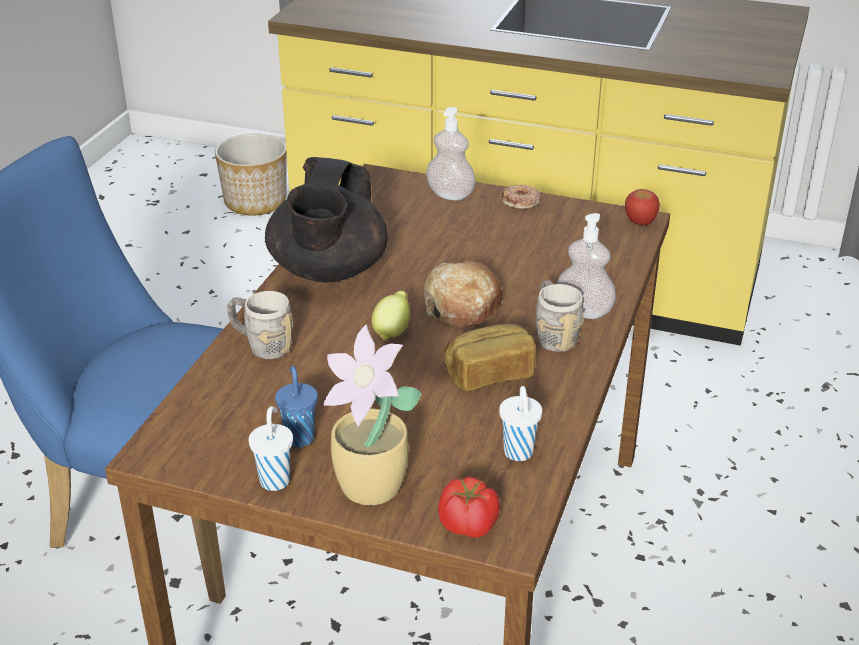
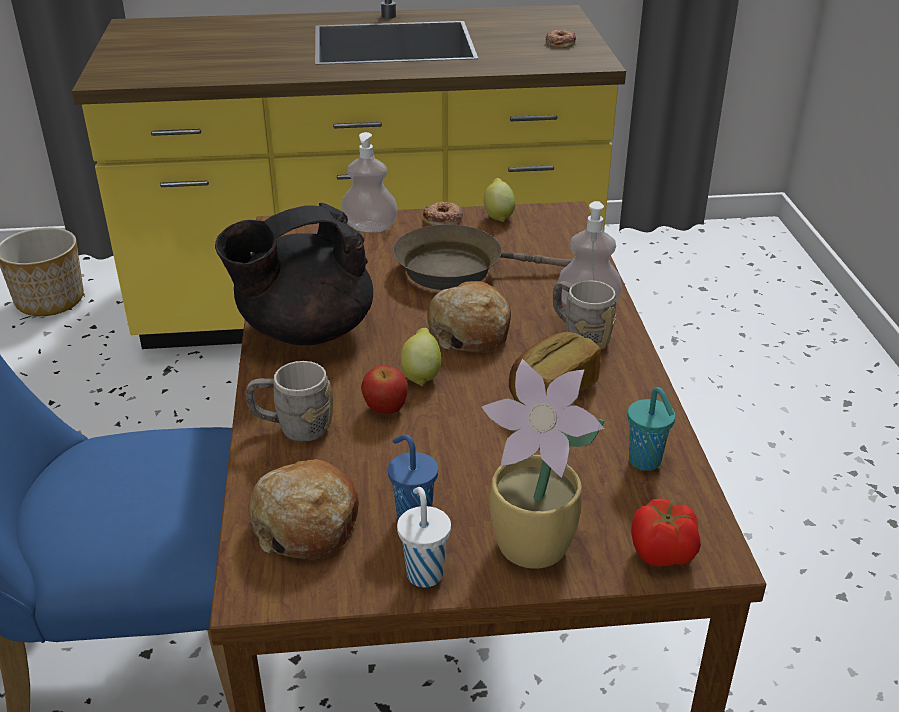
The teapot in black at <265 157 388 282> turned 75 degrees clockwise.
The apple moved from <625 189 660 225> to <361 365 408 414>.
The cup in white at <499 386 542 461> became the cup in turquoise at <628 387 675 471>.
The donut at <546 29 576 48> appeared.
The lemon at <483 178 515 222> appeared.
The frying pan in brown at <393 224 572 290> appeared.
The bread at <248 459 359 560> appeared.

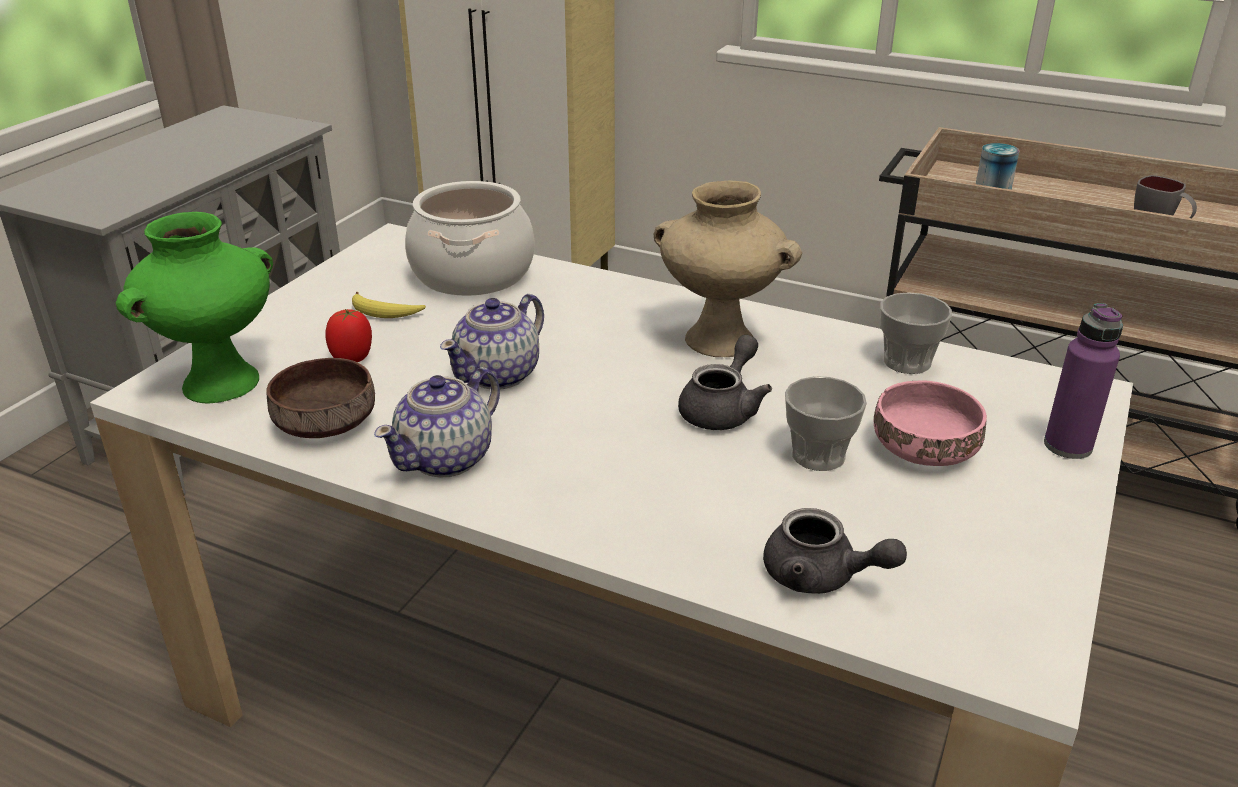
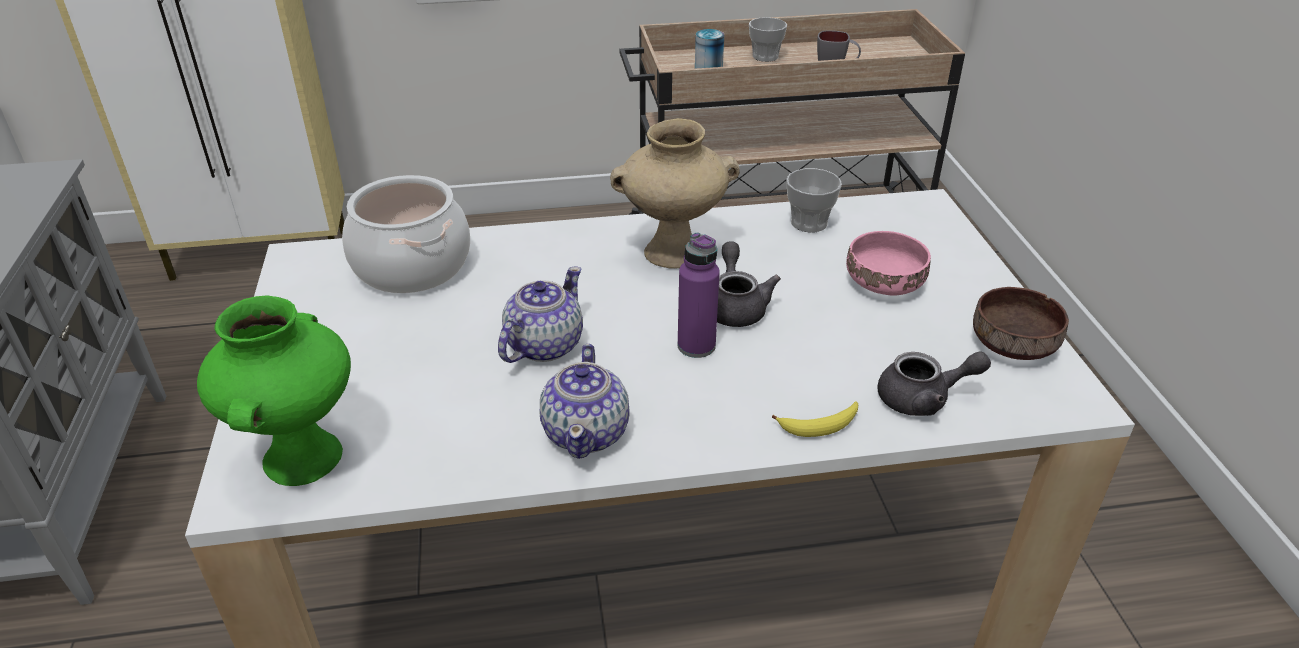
The banana moved from <352 292 426 318> to <772 402 858 437>.
The teapot at <440 294 544 389> turned 150 degrees counterclockwise.
The bottle in purple moved from <1044 303 1123 459> to <678 232 720 358>.
The tomato at <325 309 372 362> disappeared.
The bowl in brown moved from <266 358 375 438> to <973 287 1069 360>.
The cup moved from <785 376 867 471> to <749 17 787 62>.

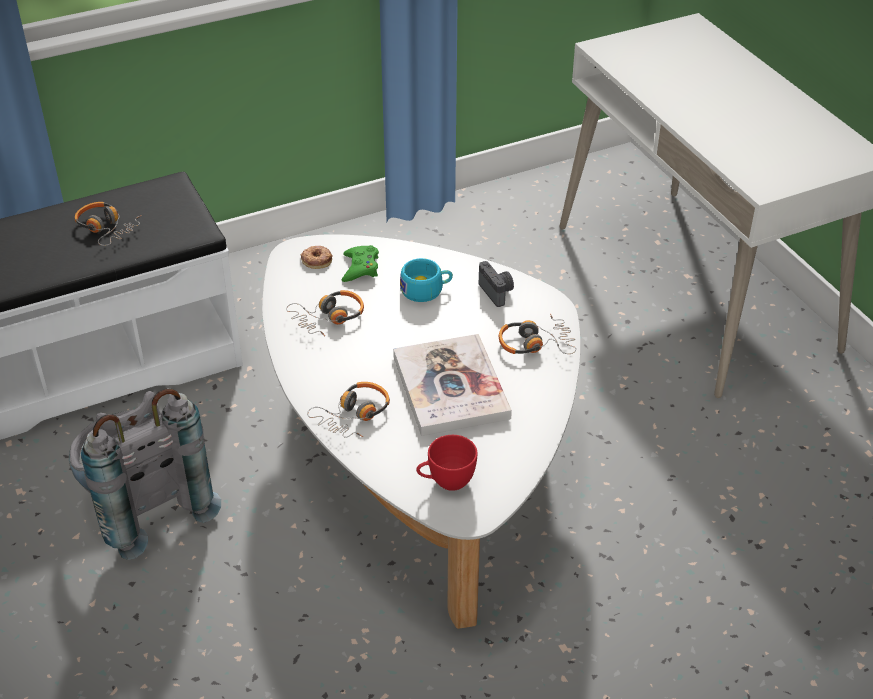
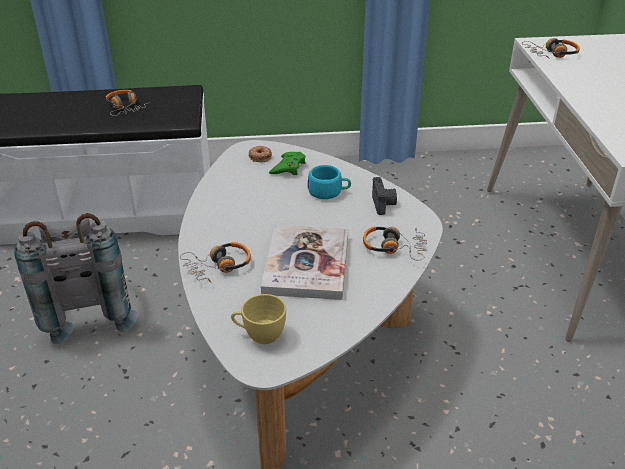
The headphones moved from <286 290 364 336> to <522 38 580 59>.
The cup in red at <416 435 478 491> became the cup in yellow at <231 294 286 344>.

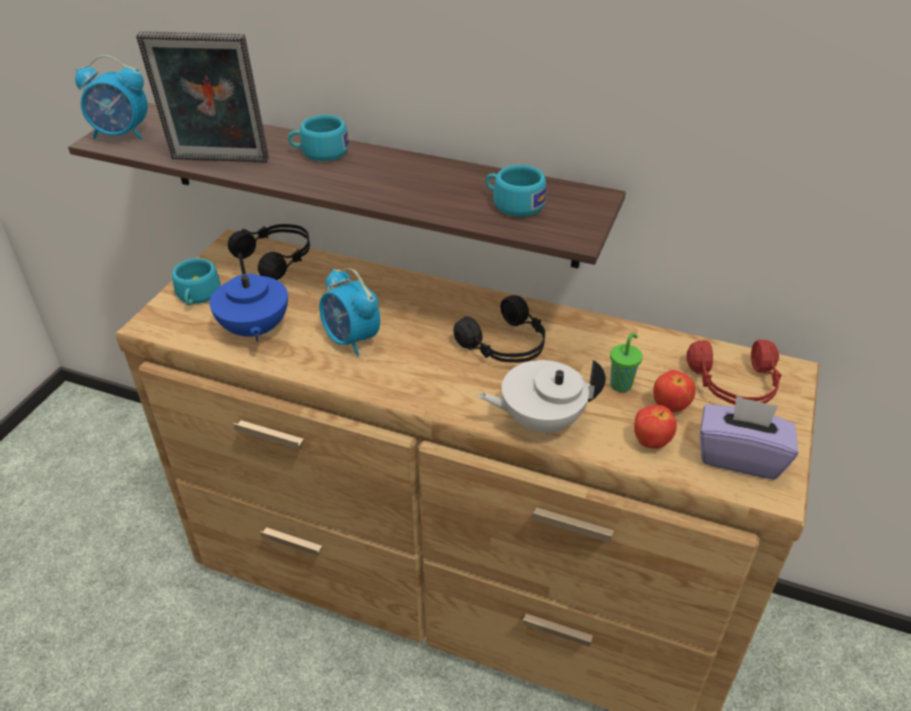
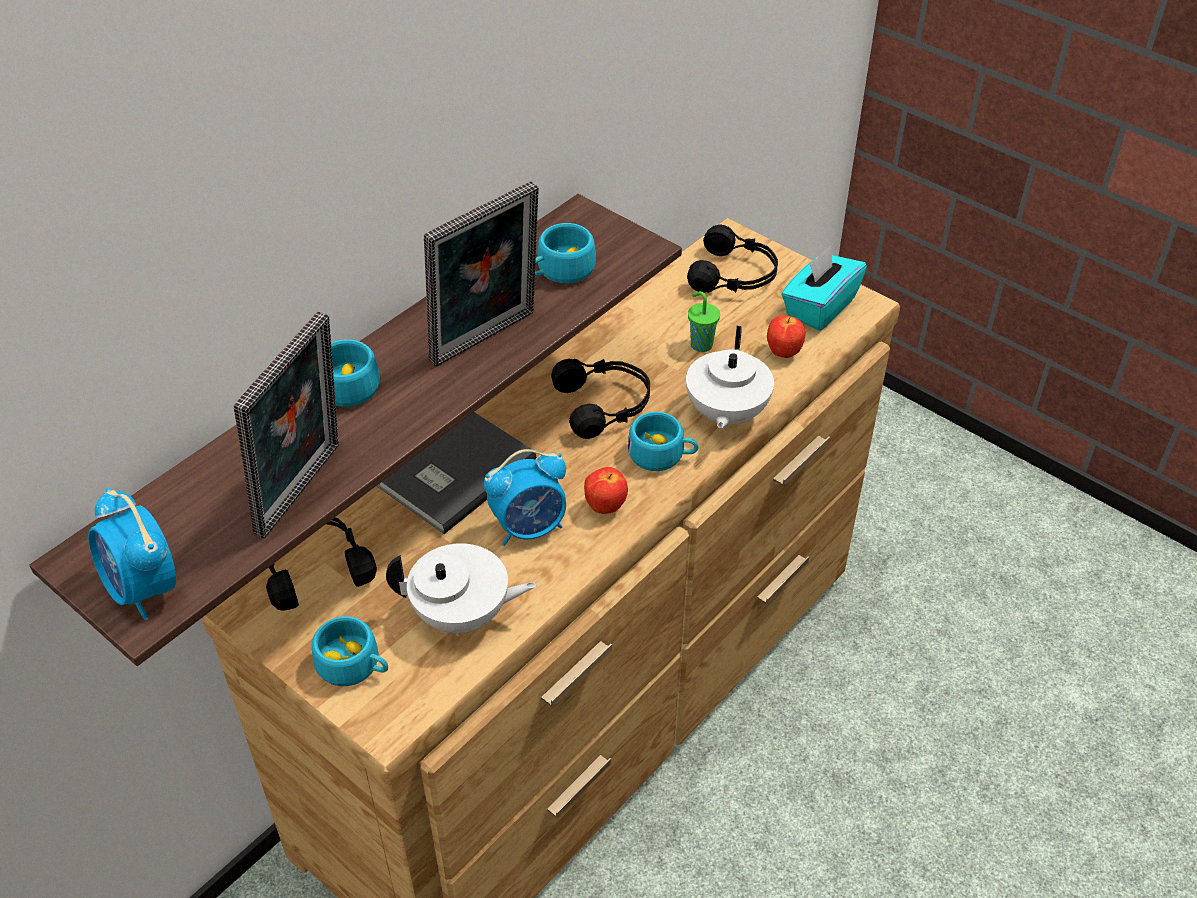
The alarm clock at <75 55 148 139> turned 120 degrees clockwise.
The teapot in blue at <210 253 288 342> became the teapot in white at <386 543 537 636>.
The headphones in red at <686 340 782 405> became the headphones in black at <687 224 778 293>.
The apple moved from <653 370 695 412> to <584 467 628 514>.
The tissue box in purple at <700 396 798 479> became the tissue box in turquoise at <781 246 867 331>.
The picture frame at <424 181 539 367> appeared.
The book in grey at <377 412 536 534> appeared.
The cup in turquoise at <628 412 699 471> appeared.

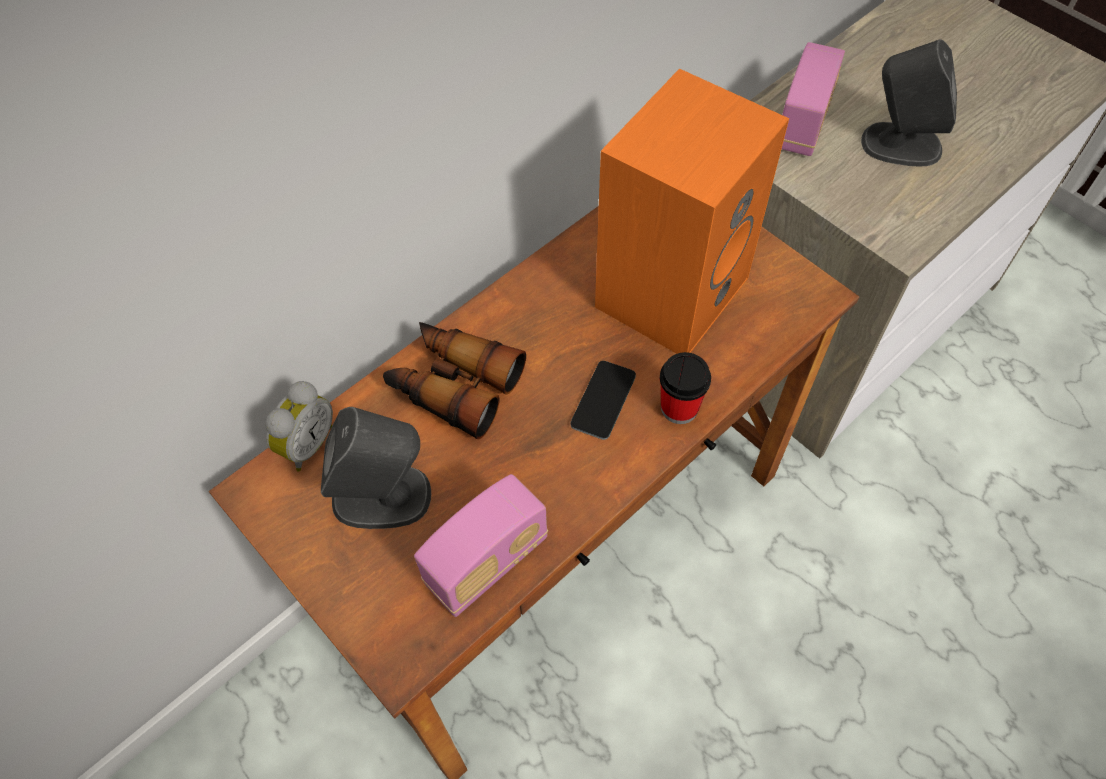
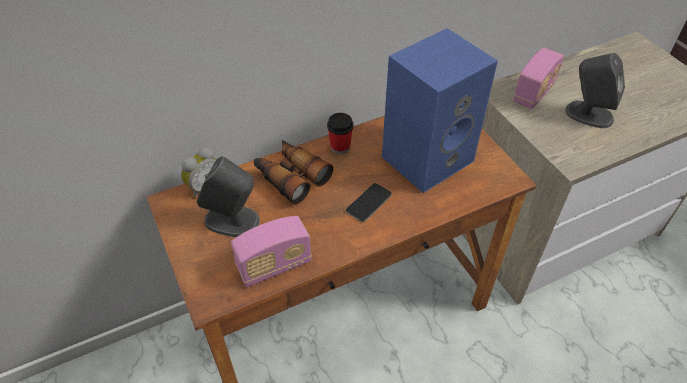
The speaker in orange at <595 68 789 354> became the speaker in blue at <382 28 498 193>.
The cup moved from <660 352 711 424> to <327 113 353 154>.

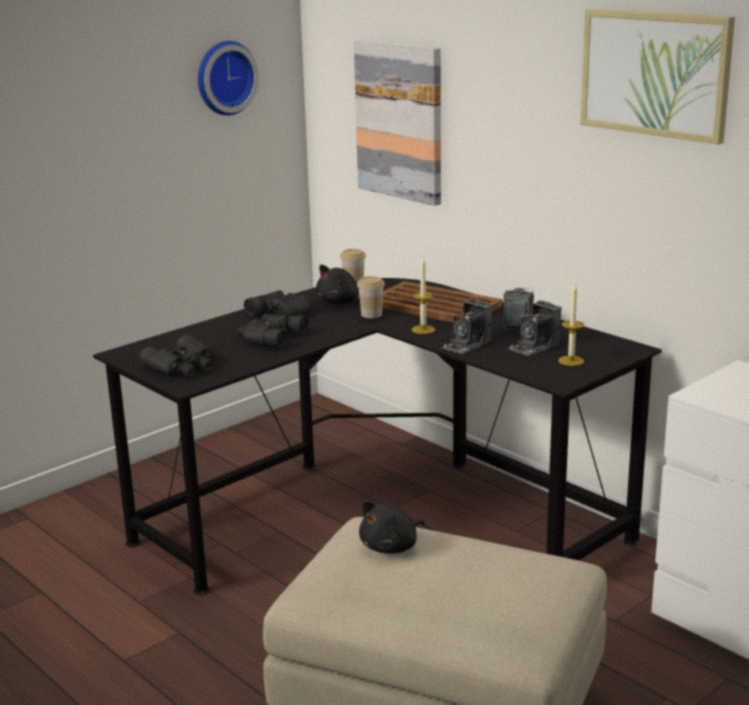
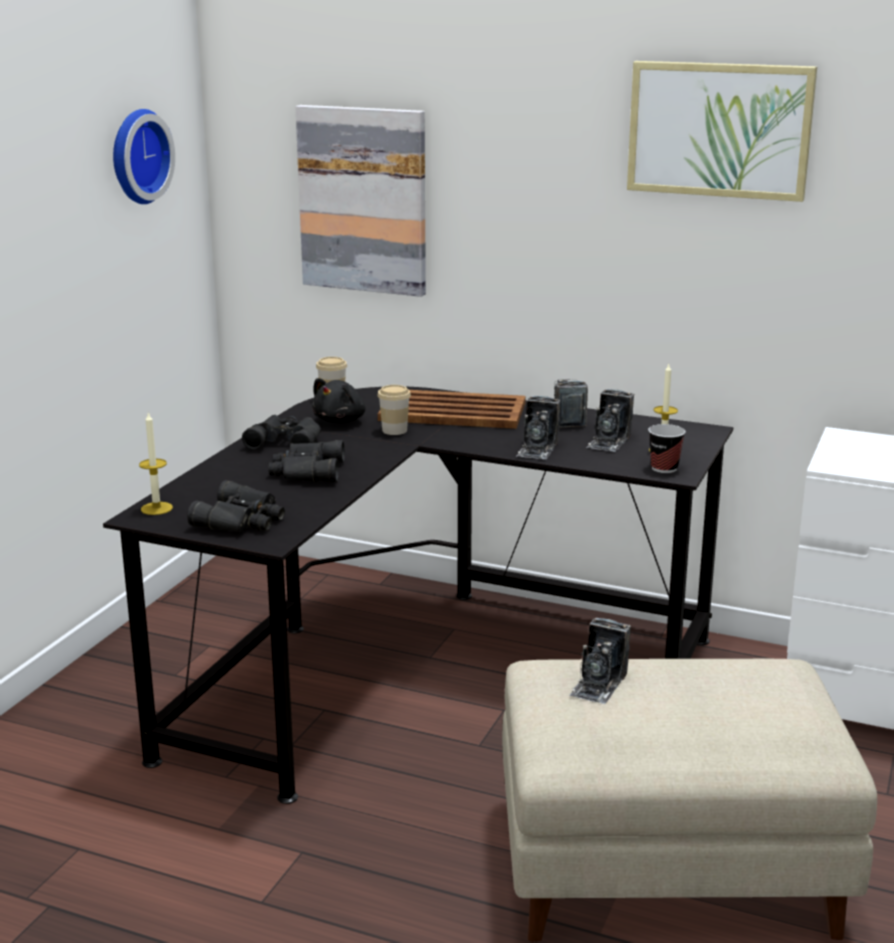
The candle moved from <412 257 435 334> to <139 412 173 515>.
The plush toy in black at <359 501 425 554> was replaced by the photo camera at <569 618 631 704>.
The cup at <648 424 686 473> appeared.

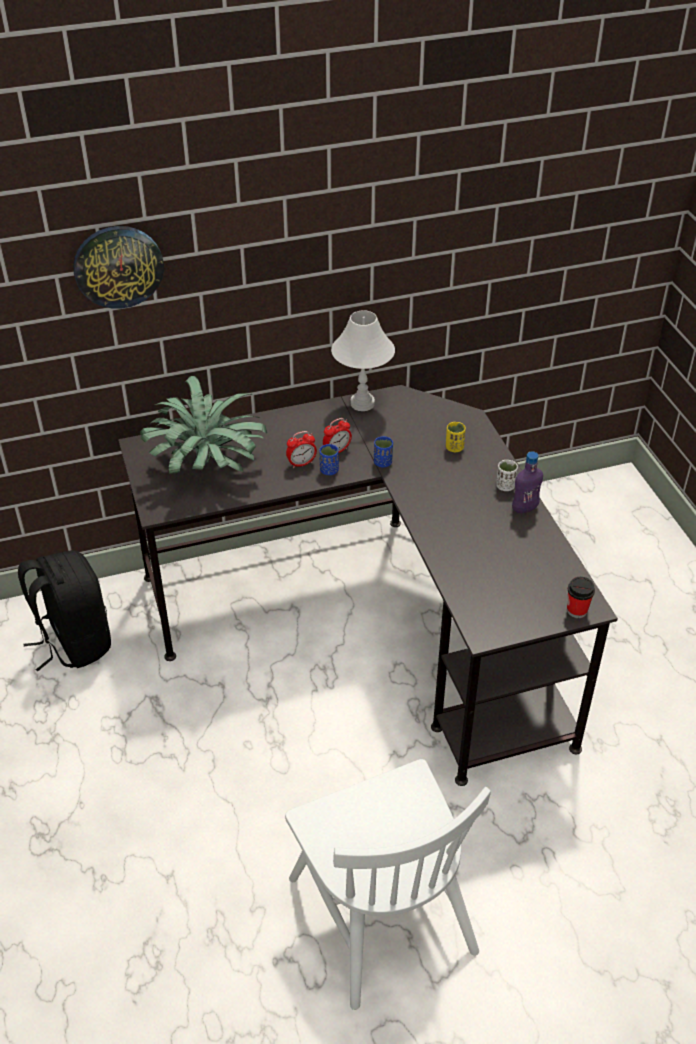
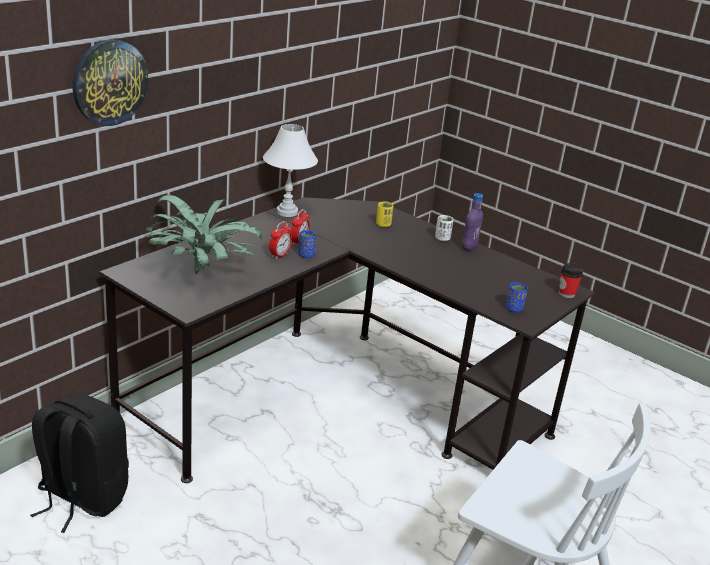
The cup in blue moved from <374 436 393 467> to <506 282 528 312>.

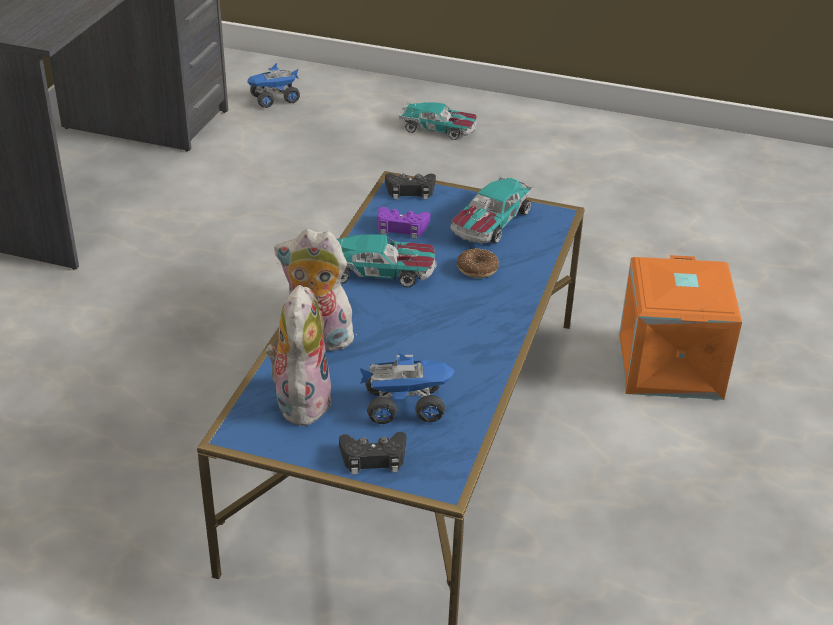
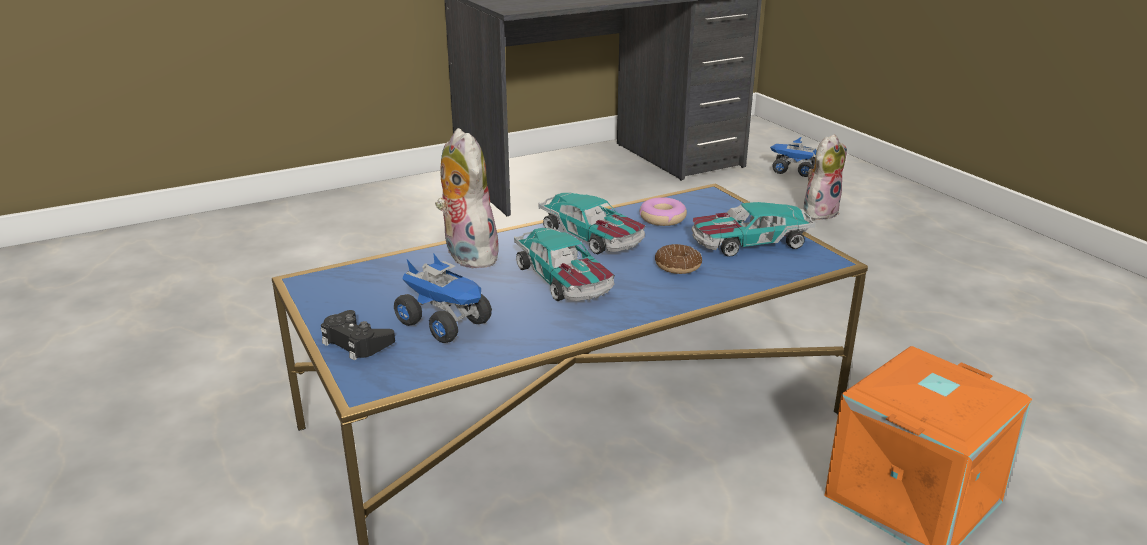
The toy car moved from <399 102 477 140> to <514 227 615 301>.
The game controller in black at <385 173 436 199> disappeared.
The game controller in purple at <378 207 430 239> was replaced by the donut at <640 197 687 226>.
The plush toy moved from <266 285 331 428> to <804 134 847 220>.

